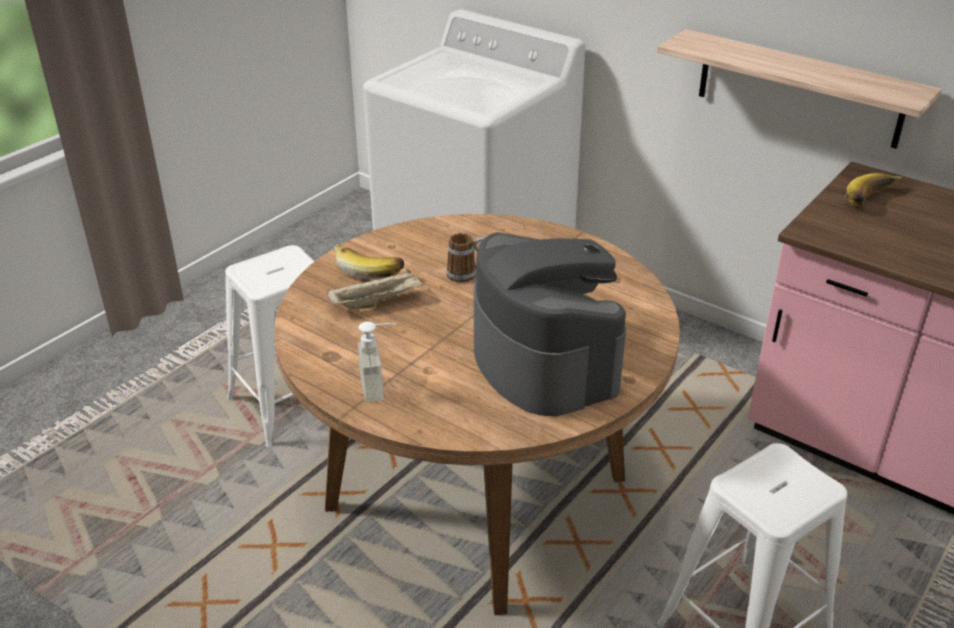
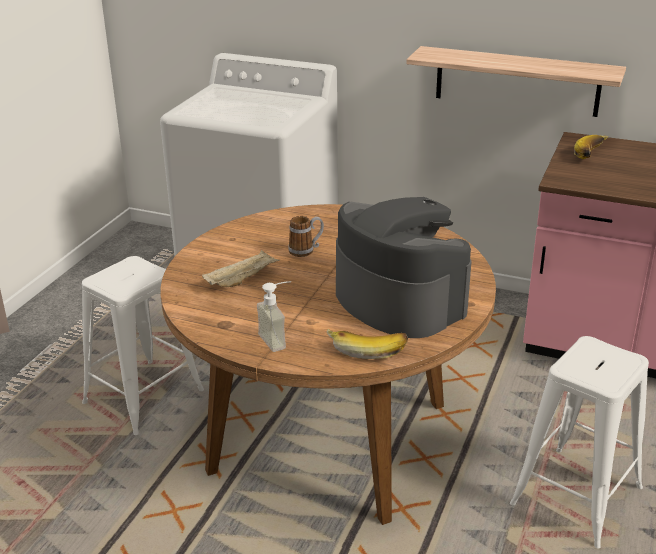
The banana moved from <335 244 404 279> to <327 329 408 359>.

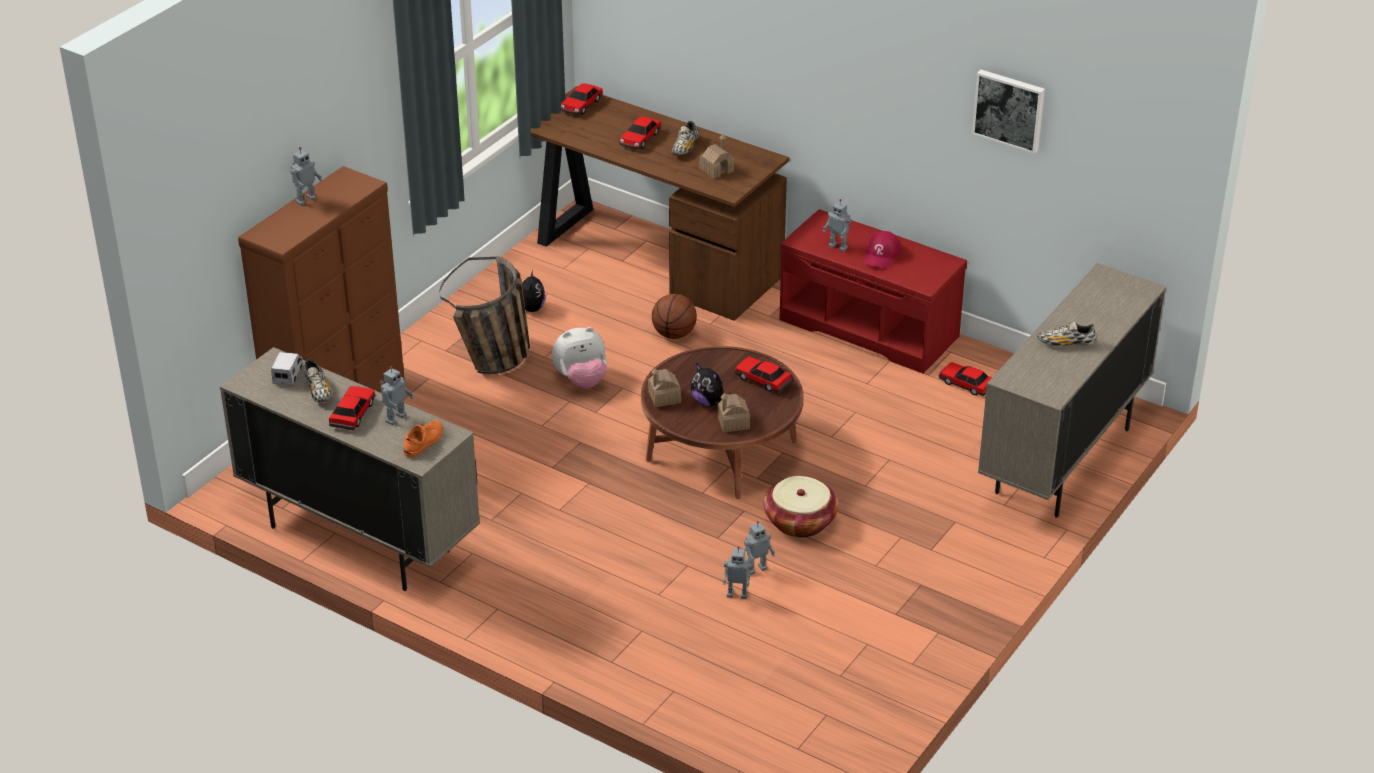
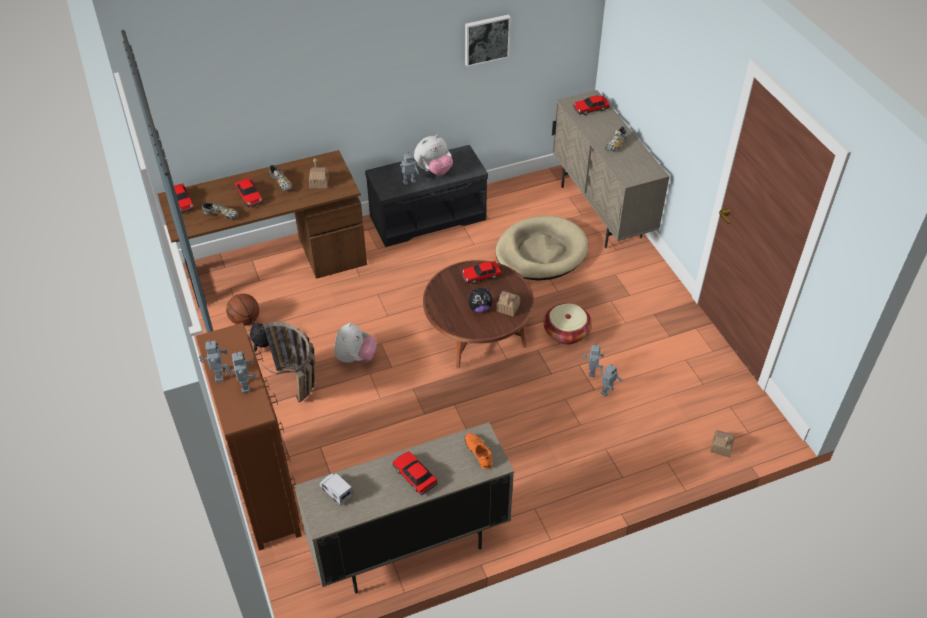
The bench in red at <779 209 967 374> became the bench in grey at <365 145 488 247>.
The cap in red at <864 231 901 269> was replaced by the plush toy at <414 135 453 175>.
The basketball moved from <652 294 697 339> to <226 294 259 326>.
The shoe moved from <304 359 332 403> to <202 202 238 219>.
The toy car moved from <939 362 992 396> to <573 95 610 115>.
The toy robot moved from <380 366 414 426> to <225 351 256 394>.
The toy house moved from <648 368 681 407> to <710 430 735 458>.
The dog bed in beige at <495 216 588 280> appeared.

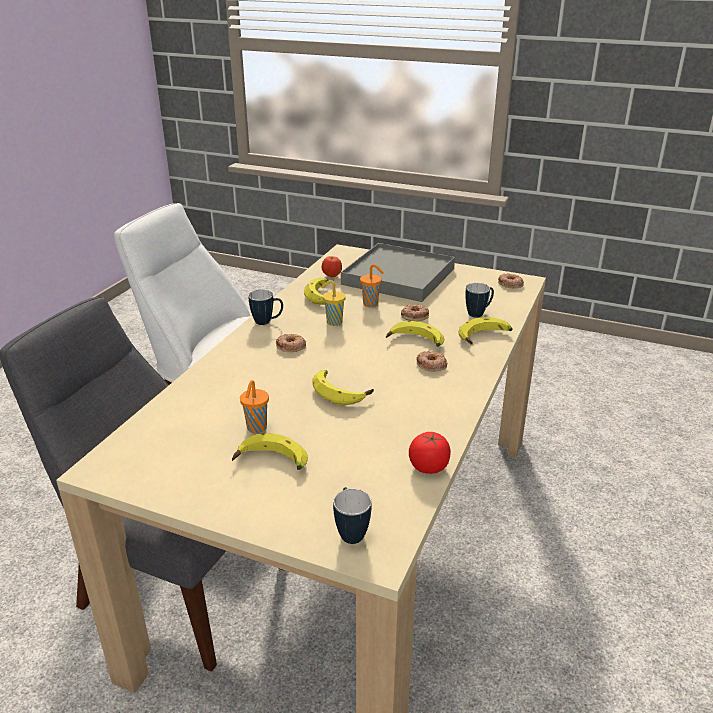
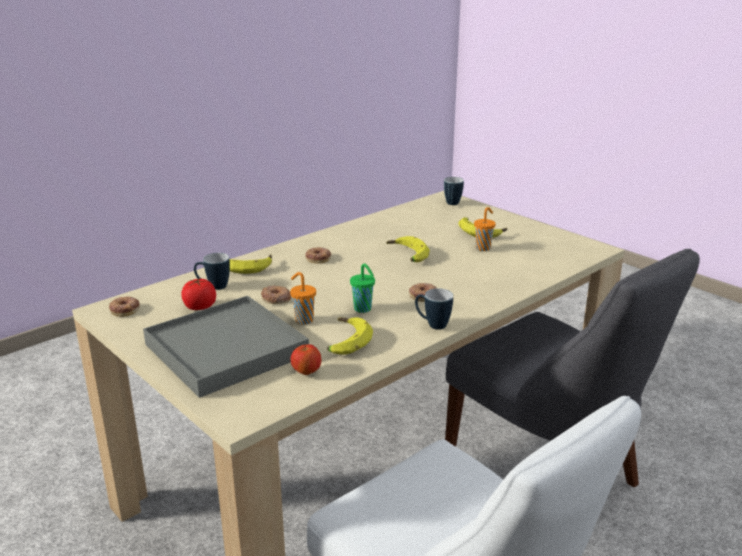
The cup in yellow at <321 280 346 326> became the cup in green at <350 263 375 313>.
The banana at <386 321 444 347> disappeared.
The tomato moved from <409 432 451 474> to <181 278 216 310>.

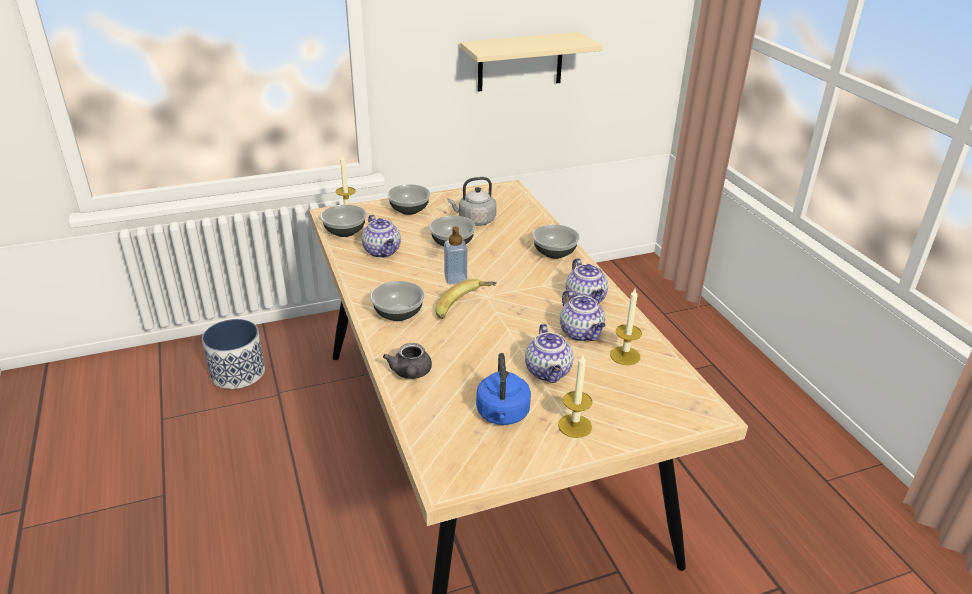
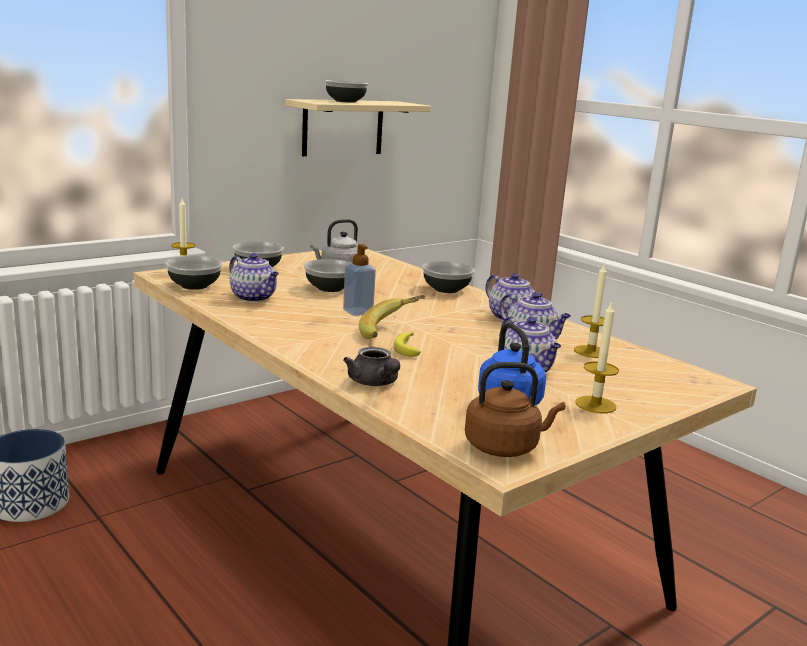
The bowl moved from <371 281 424 321> to <325 80 368 103>.
The banana at <393 332 421 357> appeared.
The kettle in brown at <465 362 566 457> appeared.

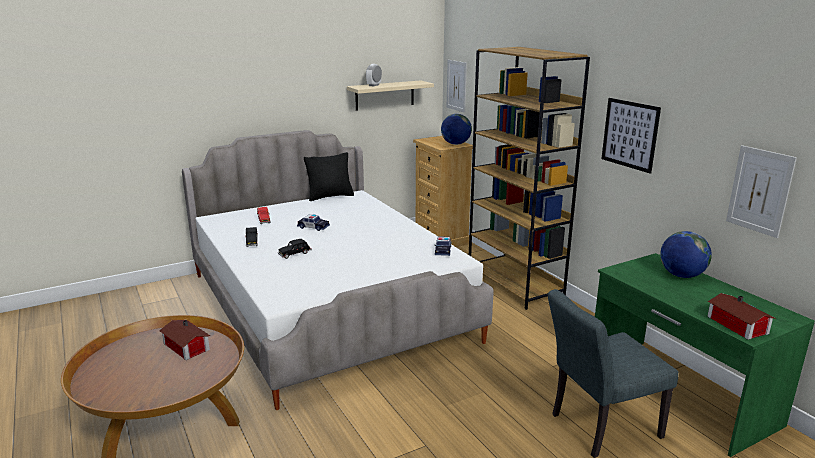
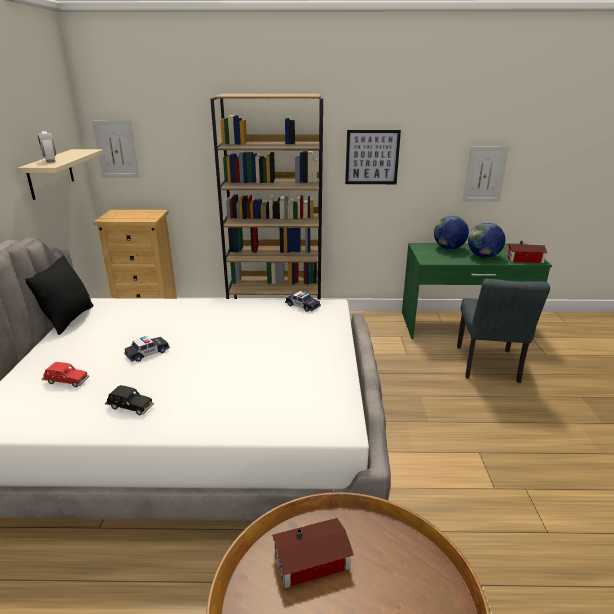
The globe moved from <441 114 472 145> to <468 223 505 258>.
The toy car in black at <278 239 312 259> disappeared.

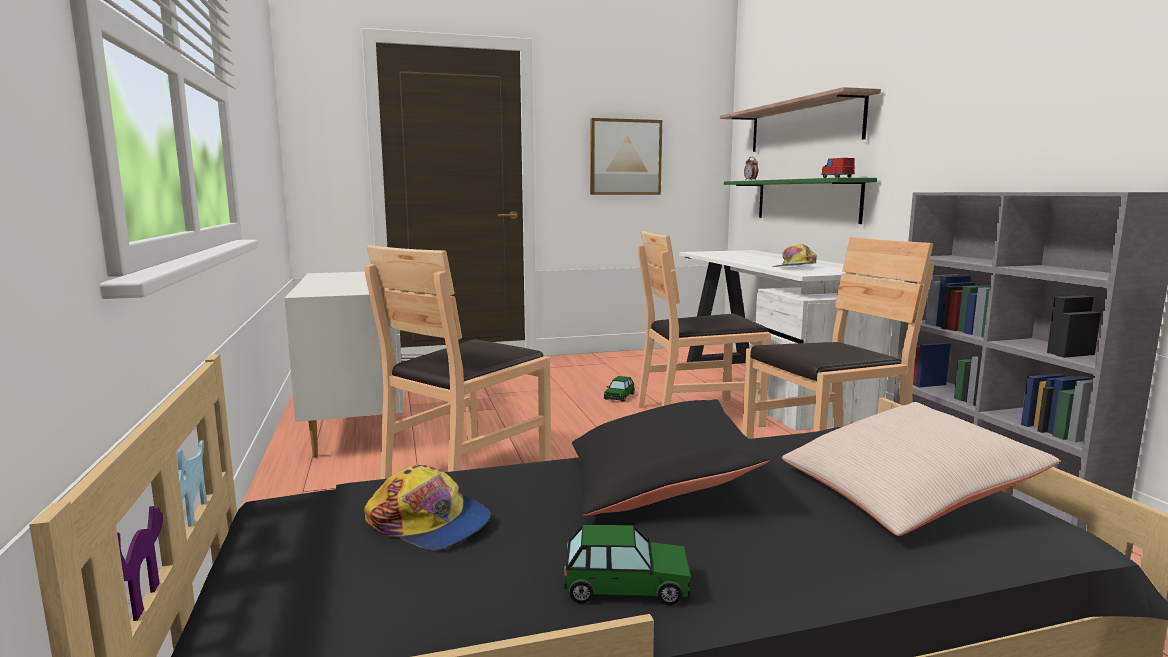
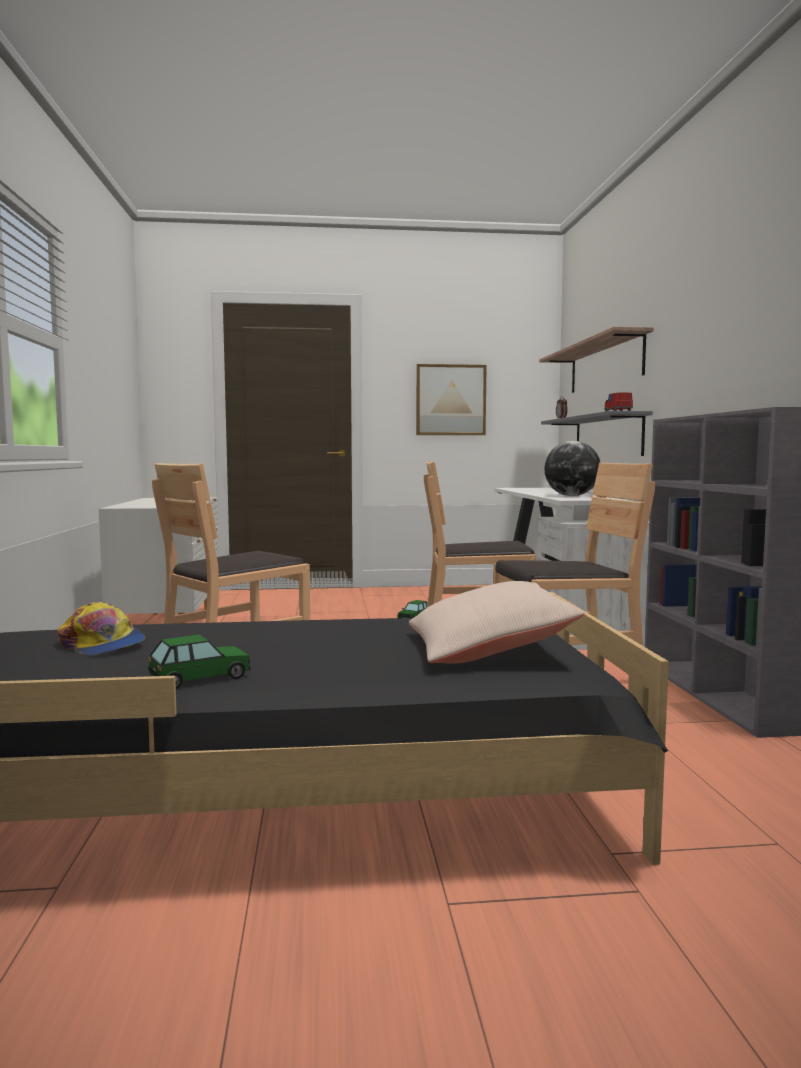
The shelf in green at <724 178 877 224> became the shelf in grey at <541 411 653 456>.
The cap at <772 244 817 267> was replaced by the globe at <544 441 600 496>.
The pillow in black at <572 399 770 516> disappeared.
The toy car at <564 525 691 605> turned 45 degrees counterclockwise.

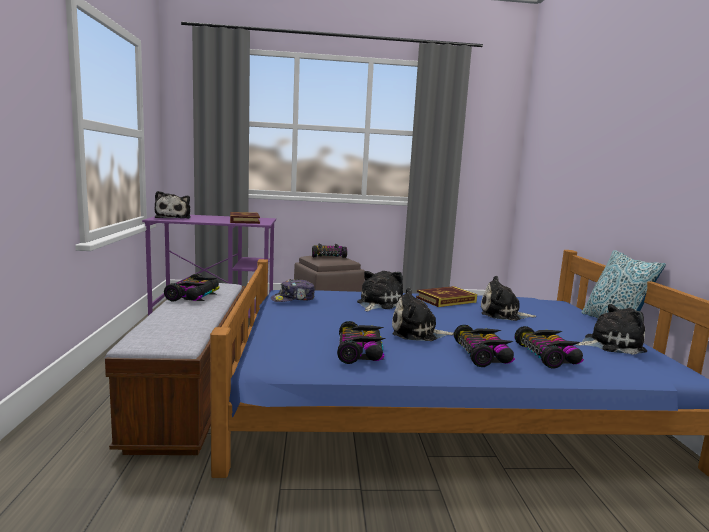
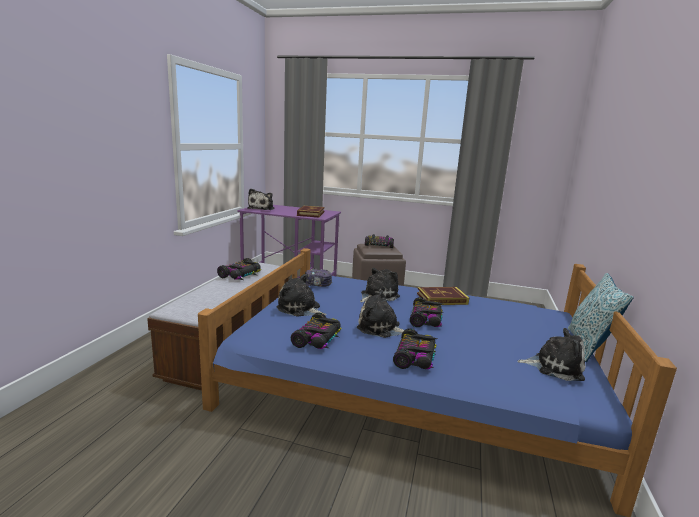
The plush toy moved from <481 276 536 321> to <277 274 327 317>.
The toy car moved from <515 326 584 369> to <410 297 444 327>.

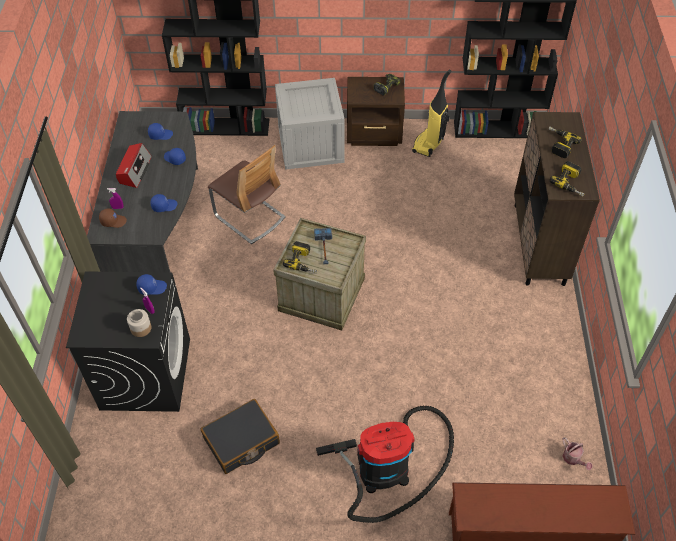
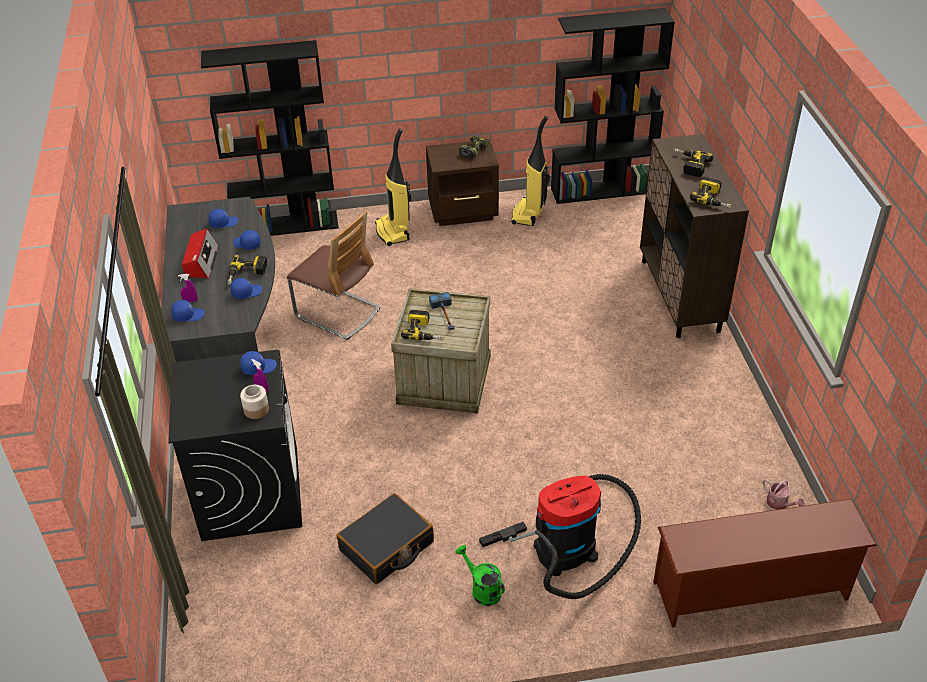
The crate at <275 78 344 170> was replaced by the vacuum cleaner at <375 128 411 246>.
The cap in brown at <99 208 127 228> became the cap in blue at <171 300 205 322>.
The power drill at <227 255 267 285> appeared.
The watering can in green at <455 545 505 606> appeared.

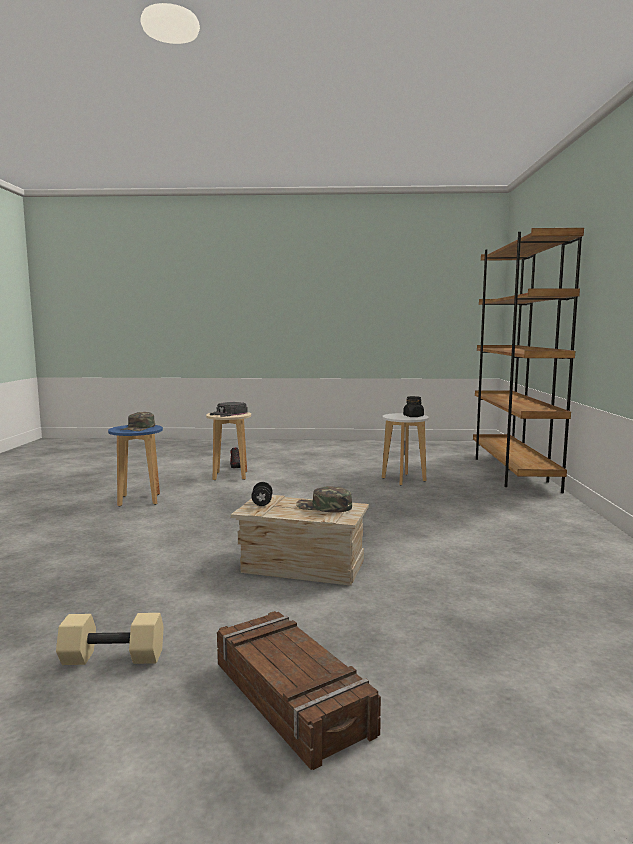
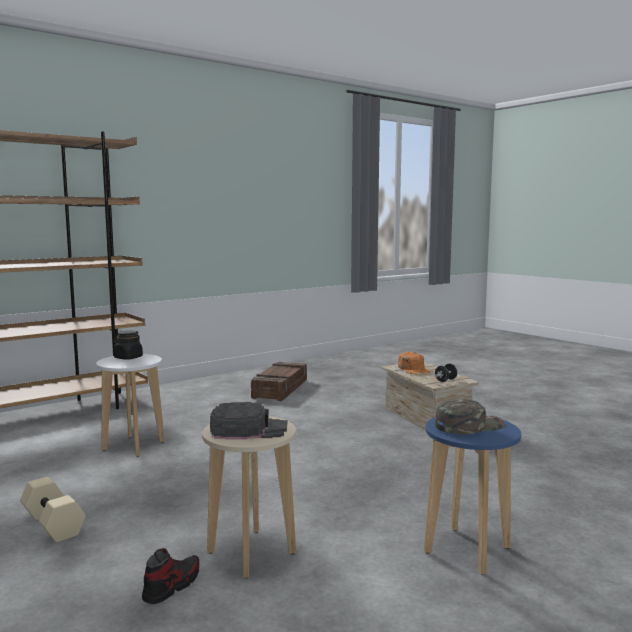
The cap in green at <296 486 352 513> became the cap in orange at <398 352 431 374>.
The crate moved from <217 611 381 770> to <251 362 307 401>.
The dumbbell in beige moved from <56 613 164 665> to <20 477 86 542>.

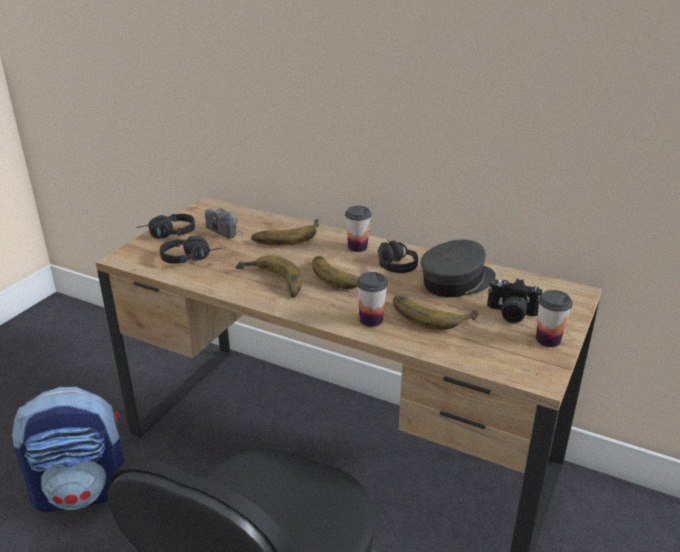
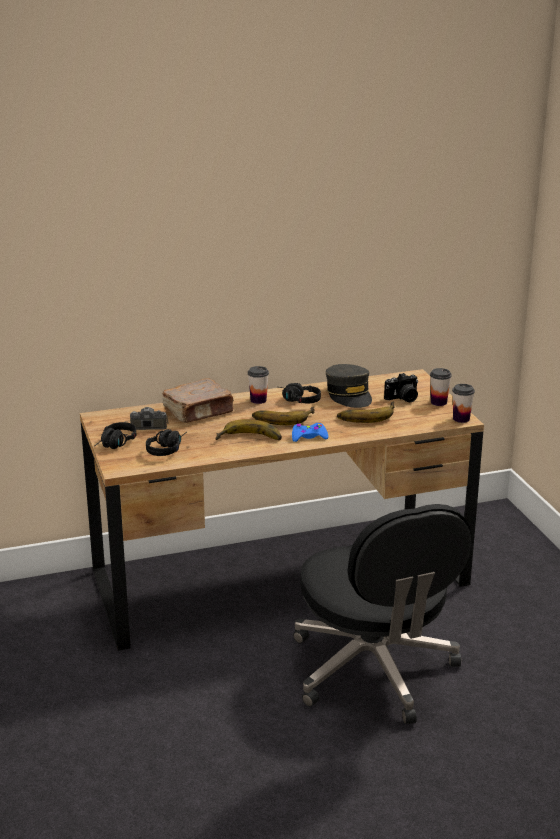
The banana at <251 219 319 245> was replaced by the book in brown at <162 378 234 423>.
The cap in grey at <421 240 496 297> turned 150 degrees clockwise.
The cup moved from <356 272 388 327> to <452 384 475 423>.
The backpack at <12 387 125 512> disappeared.
The game controller in blue at <292 423 328 442> appeared.

